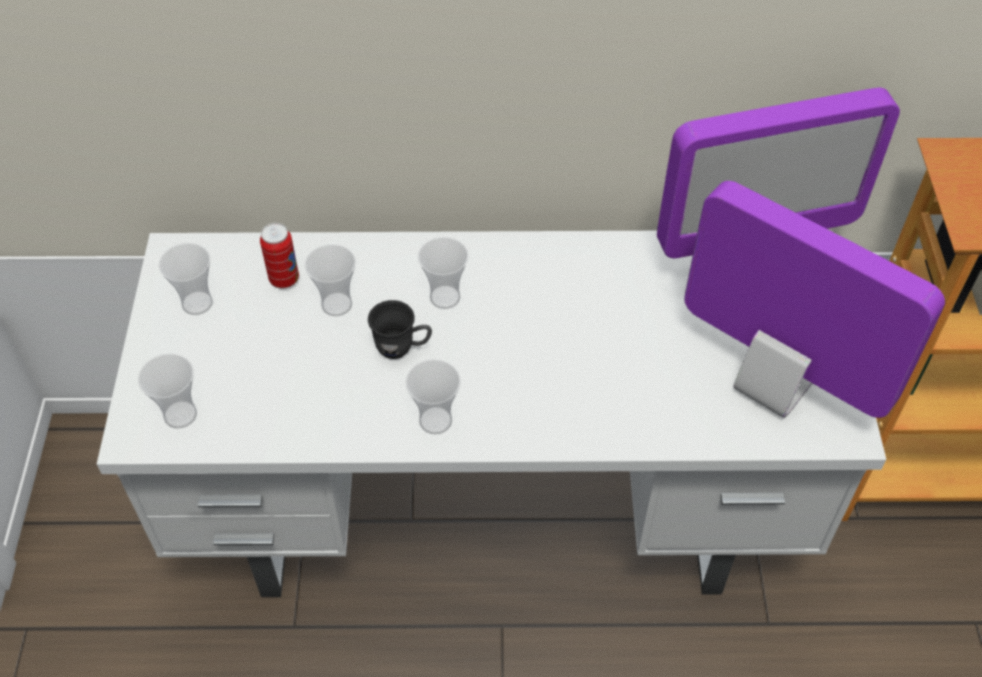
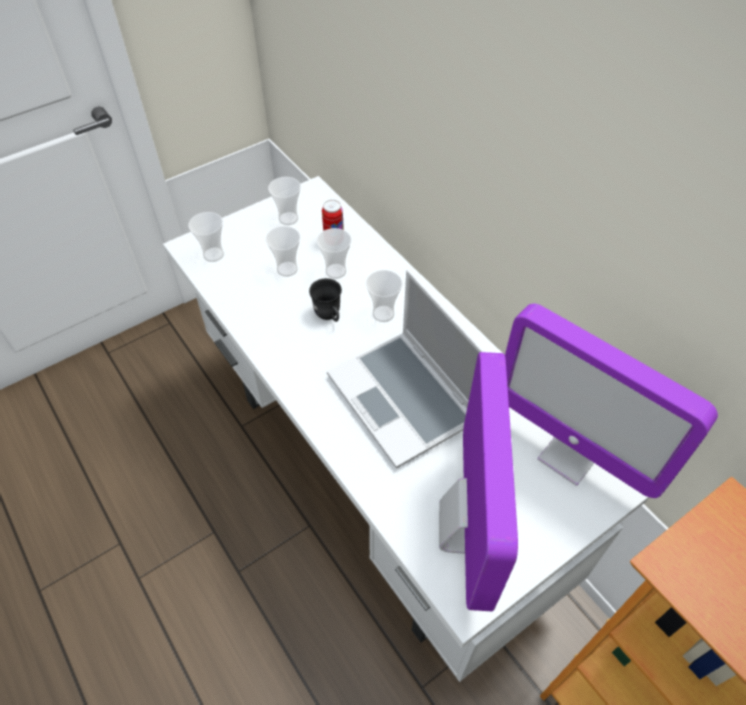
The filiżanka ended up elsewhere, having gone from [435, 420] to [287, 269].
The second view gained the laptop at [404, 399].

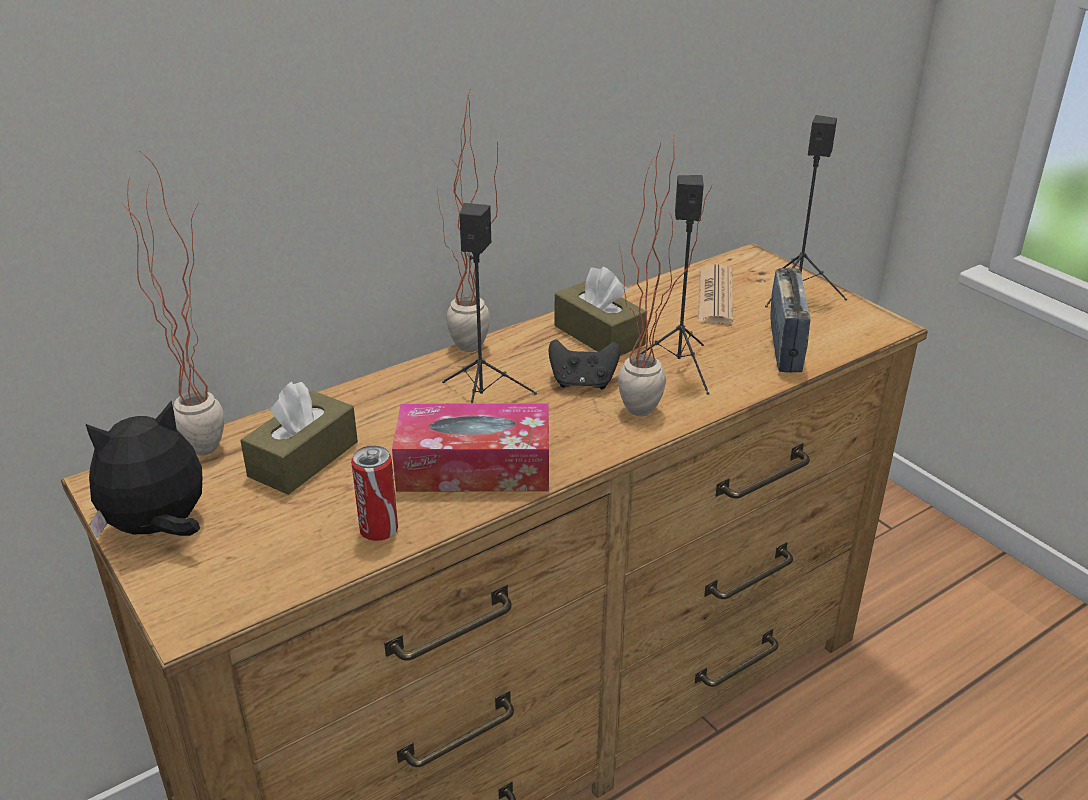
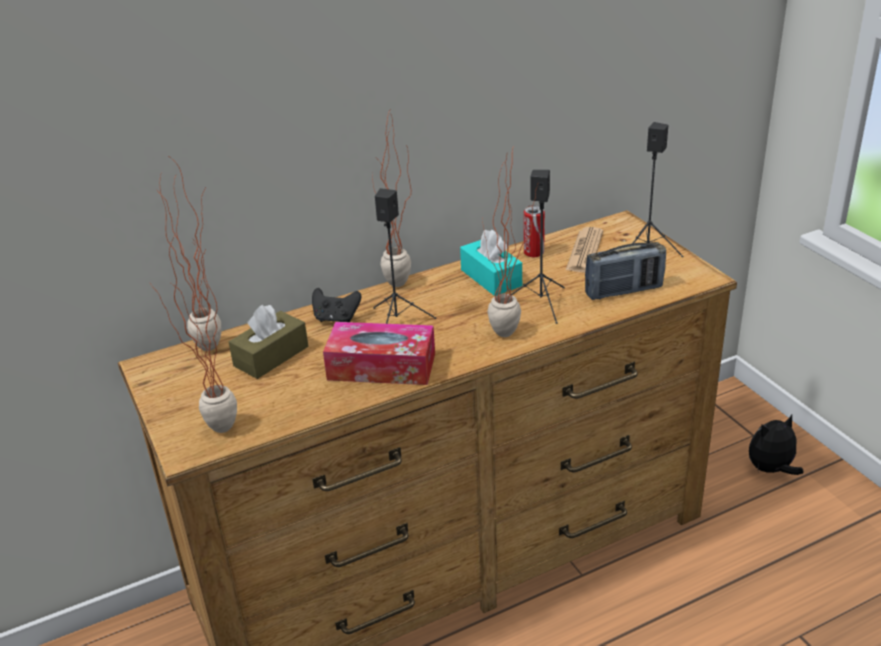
The second view gained the roślina doniczkowa at [215, 435].
The pad do gier/czarny ended up elsewhere, having gone from [583, 383] to [336, 319].
What was the pudełko chusteczek/brązowy at [599, 335] turned into the pudełko chusteczek/turkusowy at [491, 278].
The puszka ended up elsewhere, having gone from [379, 530] to [534, 253].
The radio at [785, 347] ended up facing another way, 60 degrees clockwise from before.
The pluszak ended up elsewhere, having gone from [159, 529] to [771, 470].

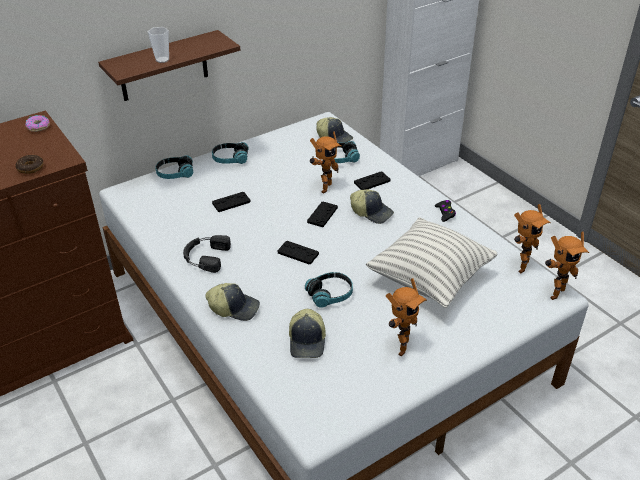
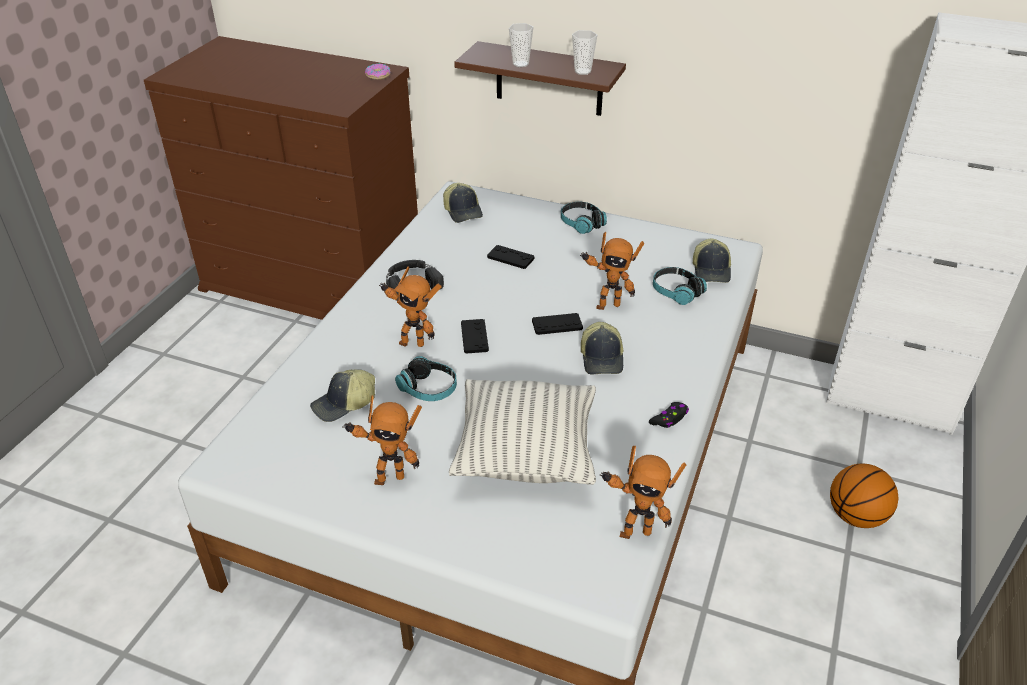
The robot zabawkowy ended up elsewhere, having gone from [554, 292] to [412, 342].
The czapka z daszkiem ended up elsewhere, having gone from [234, 307] to [463, 211].
The second view gained the filiżanka at [582, 71].
The second view gained the piłka do koszykówki at [855, 516].
The second view lost the donut at [30, 168].
The second view lost the słuchawki at [175, 174].
The second view lost the pad do gier/czarny at [372, 182].

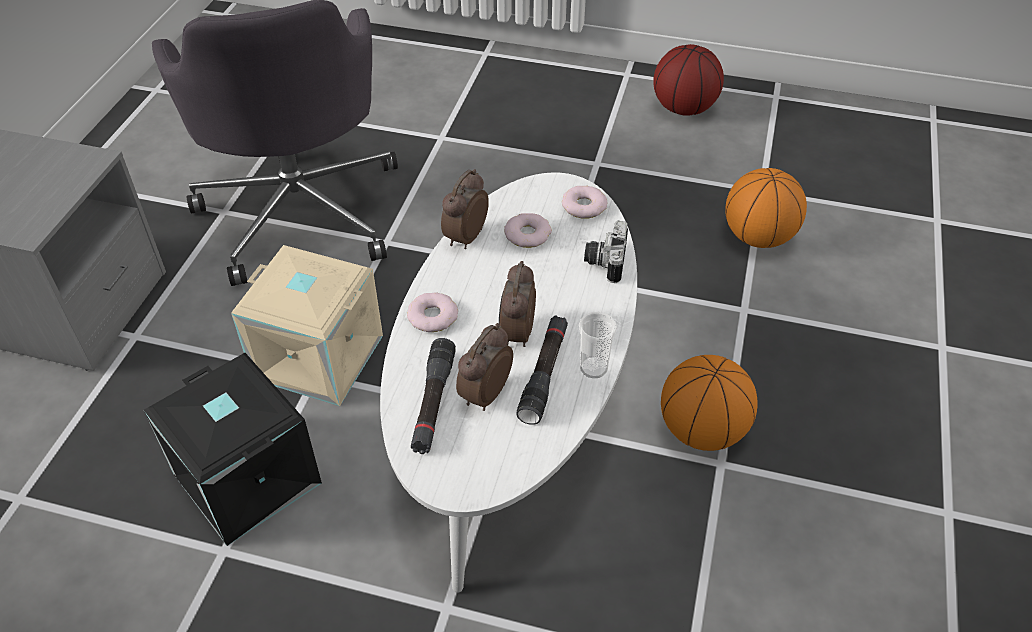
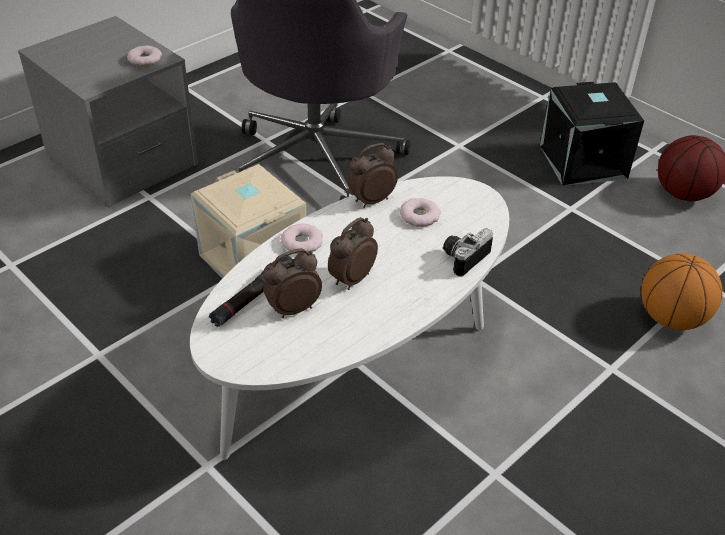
The donut ended up elsewhere, having gone from [583, 206] to [145, 59].
The pojemnik do przechowywania/czarny ended up elsewhere, having gone from [244, 479] to [581, 162].
The second view lost the latarka/czarny at [544, 374].
The second view lost the filiżanka at [593, 368].
The second view lost the piłka do koszykówki at [701, 431].

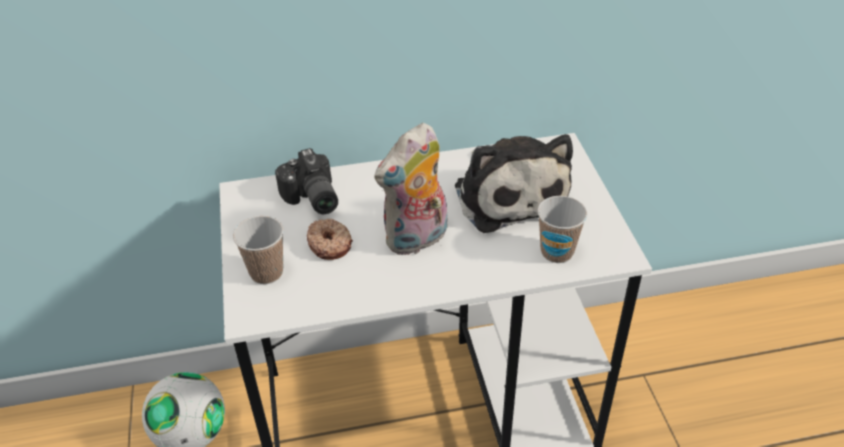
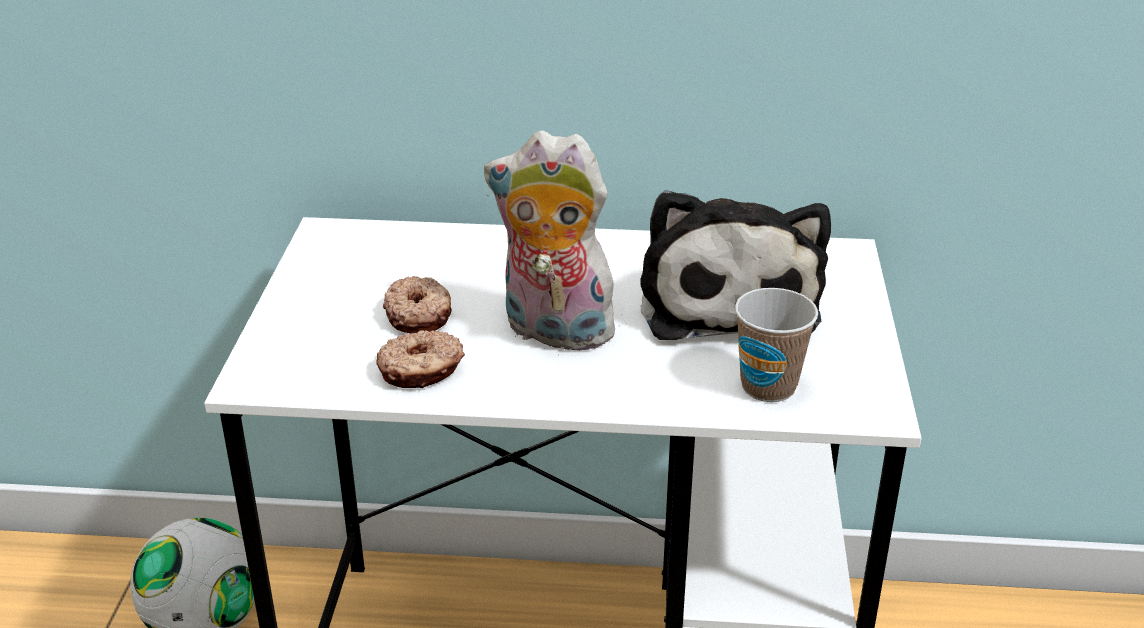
The second view gained the donut at [421, 371].
The pluszak at [417, 240] ended up facing another way, 45 degrees clockwise from before.
The second view lost the filiżanka at [266, 272].
The second view lost the aparat fotograficzny at [311, 199].

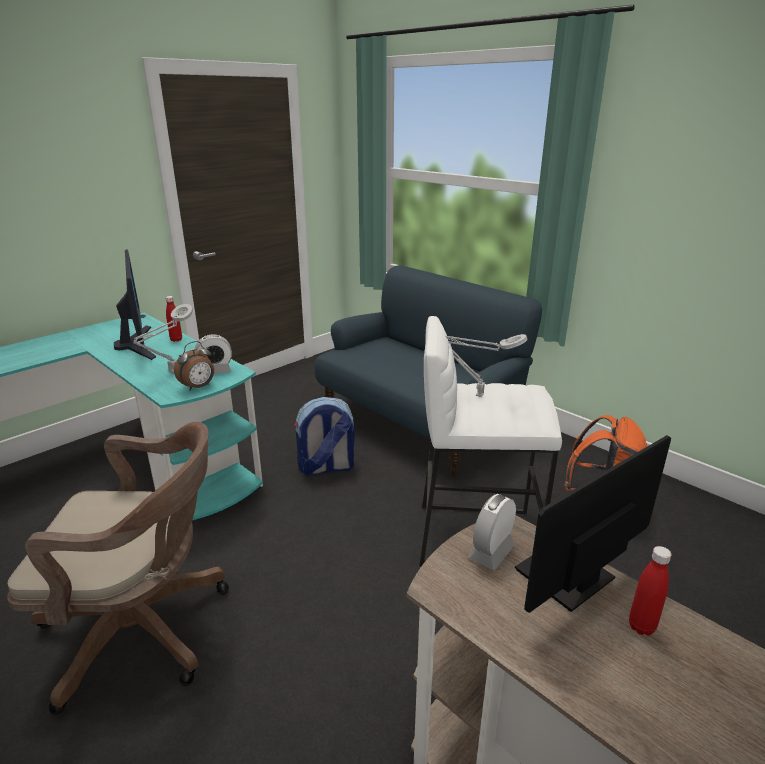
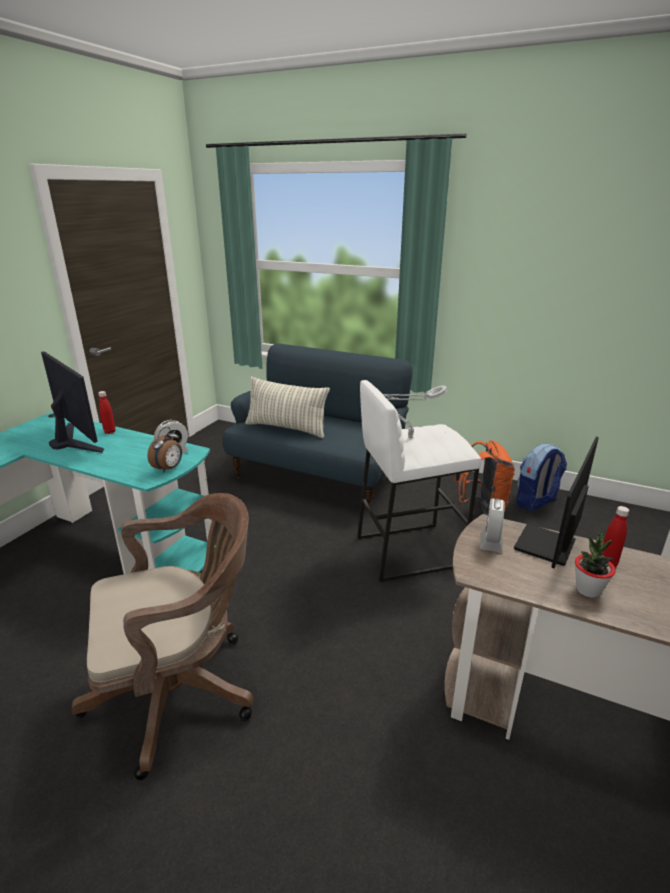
The second view gained the poduszka at [286, 428].
The plecak ended up elsewhere, having gone from [326, 468] to [536, 502].
The second view gained the roślina doniczkowa at [588, 590].
The second view lost the lampa stołowa/szary at [172, 373].

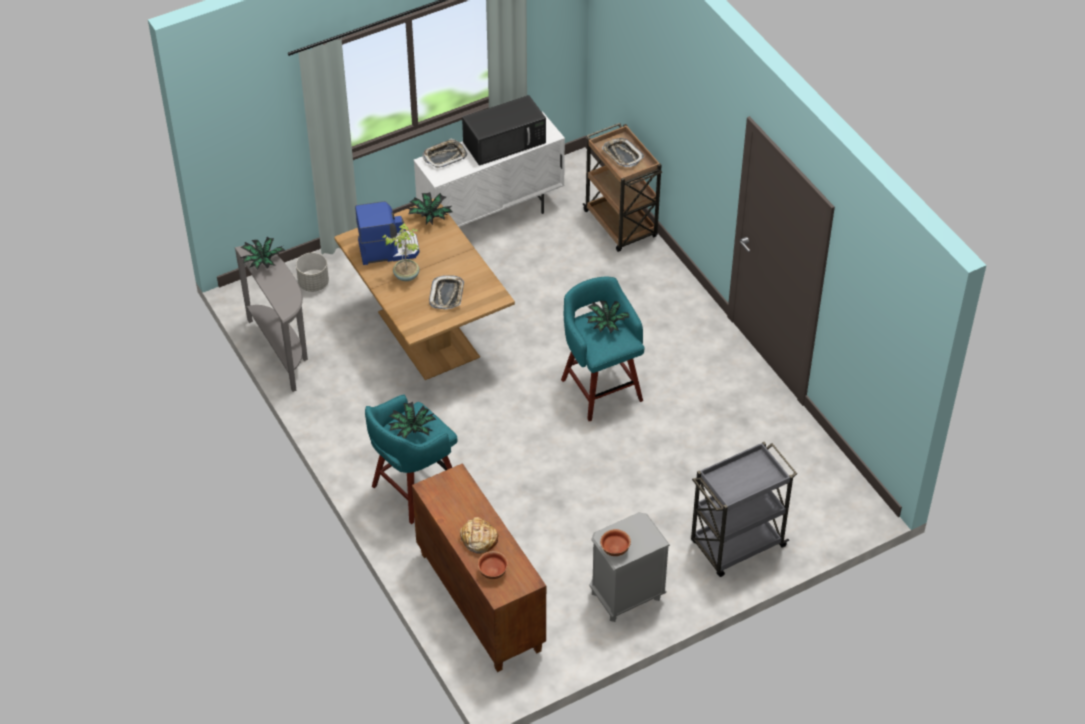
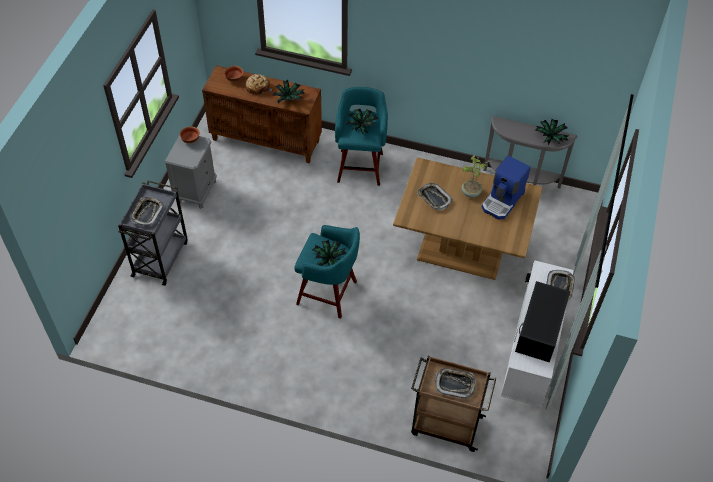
The second view gained the taca at [147, 213].
The roślina doniczkowa ended up elsewhere, having gone from [429, 216] to [288, 99].
The second view lost the donica/szary at [314, 283].

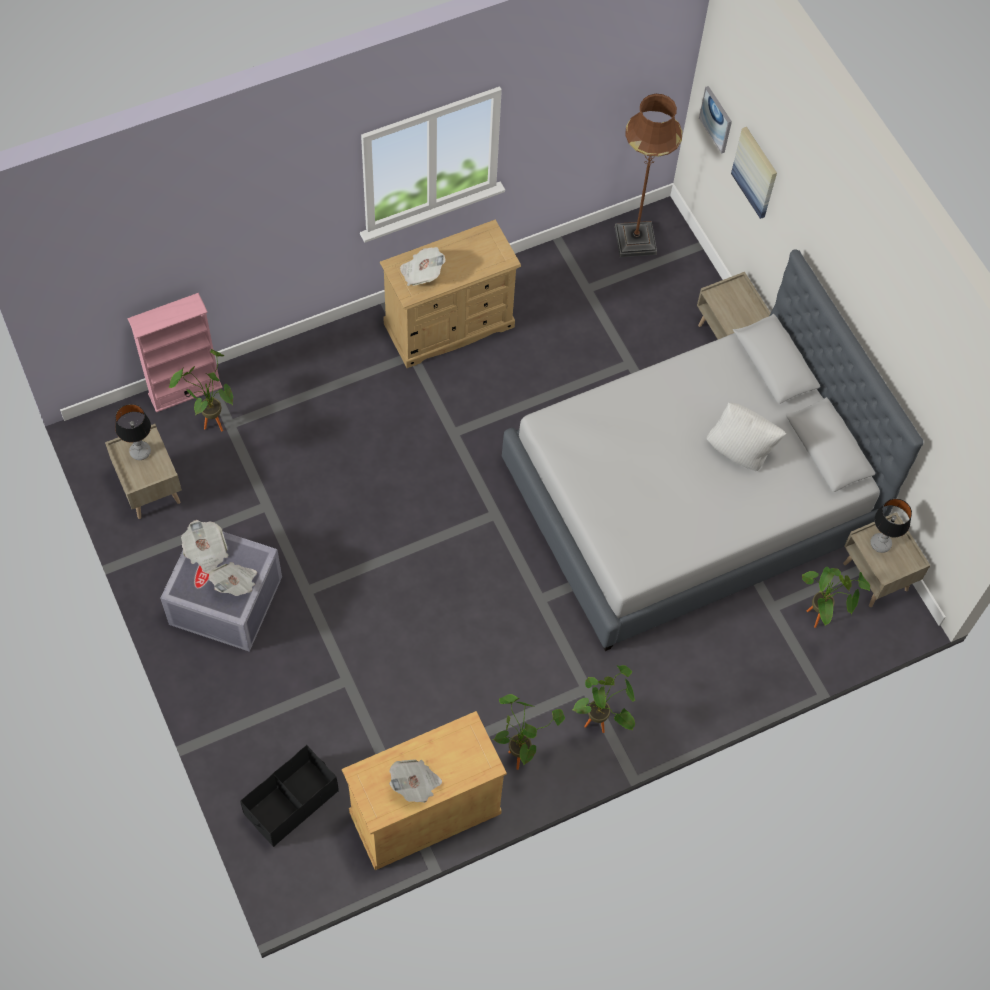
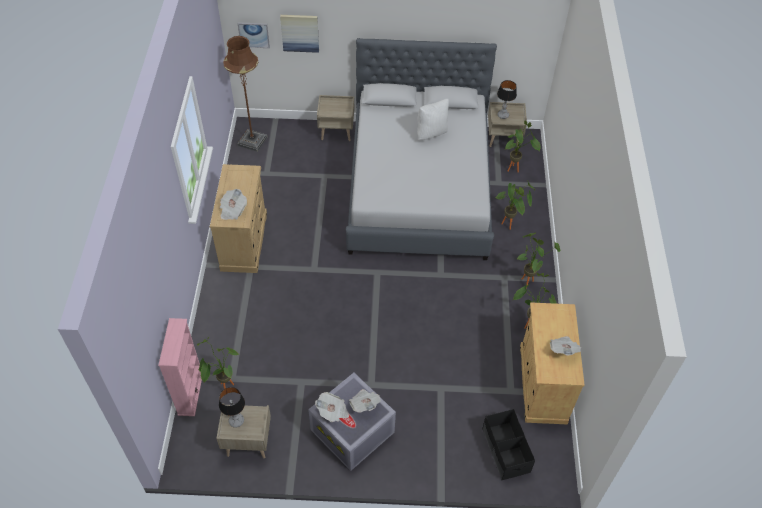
The second view gained the roślina doniczkowa at [510, 226].

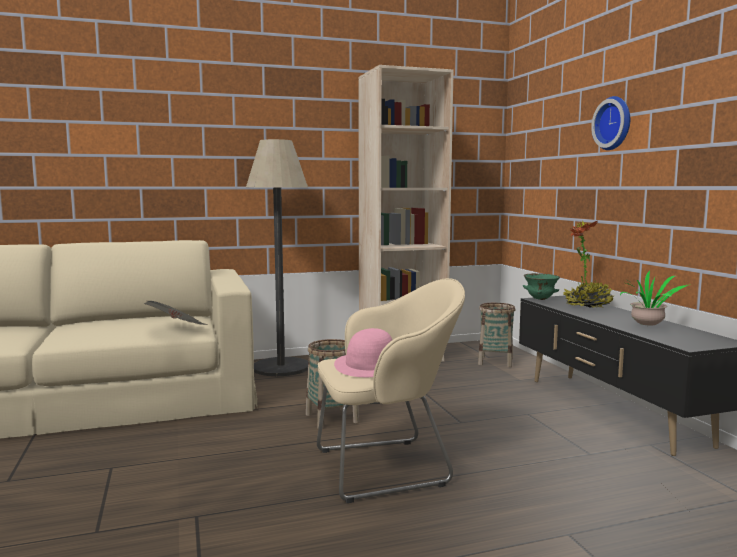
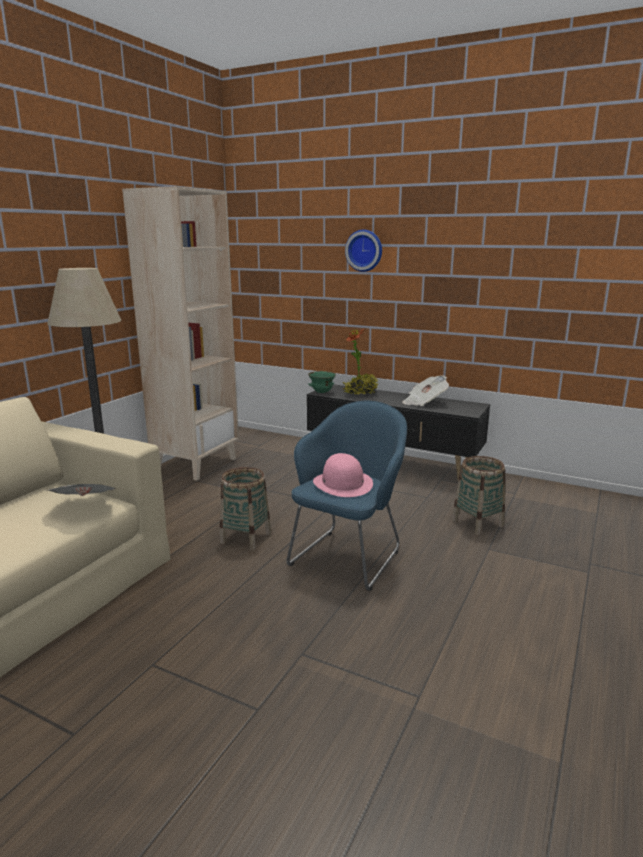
What was the fotel/beżowy at [388, 467] turned into the fotel/niebieski at [349, 555].
Where the roślina doniczkowa stood at [648, 326], the gazeta came to stand at [424, 402].
The koszyk ended up elsewhere, having gone from [495, 361] to [477, 523].

